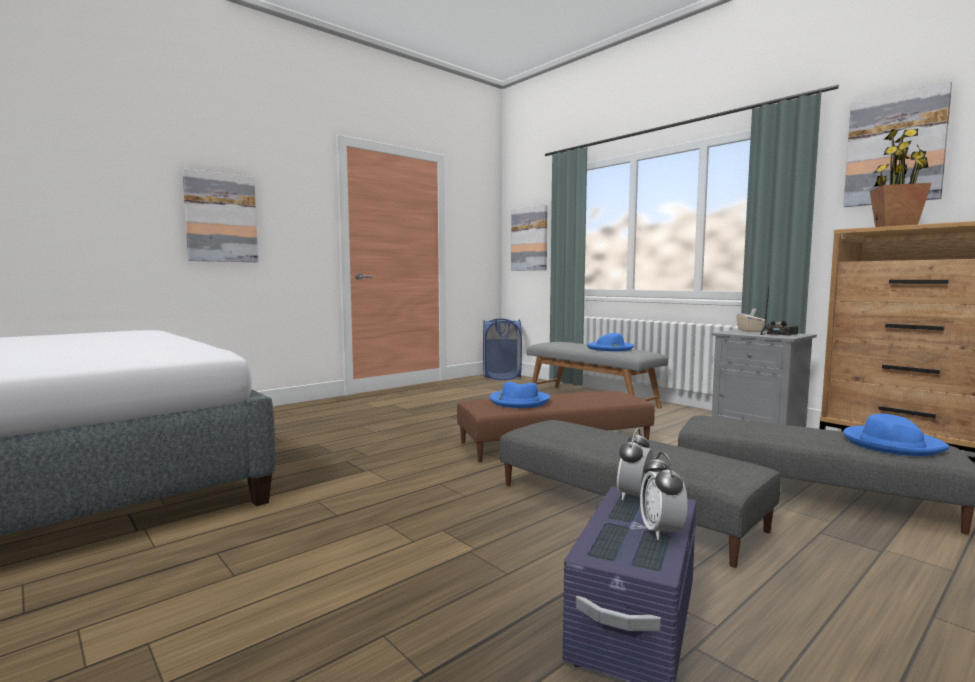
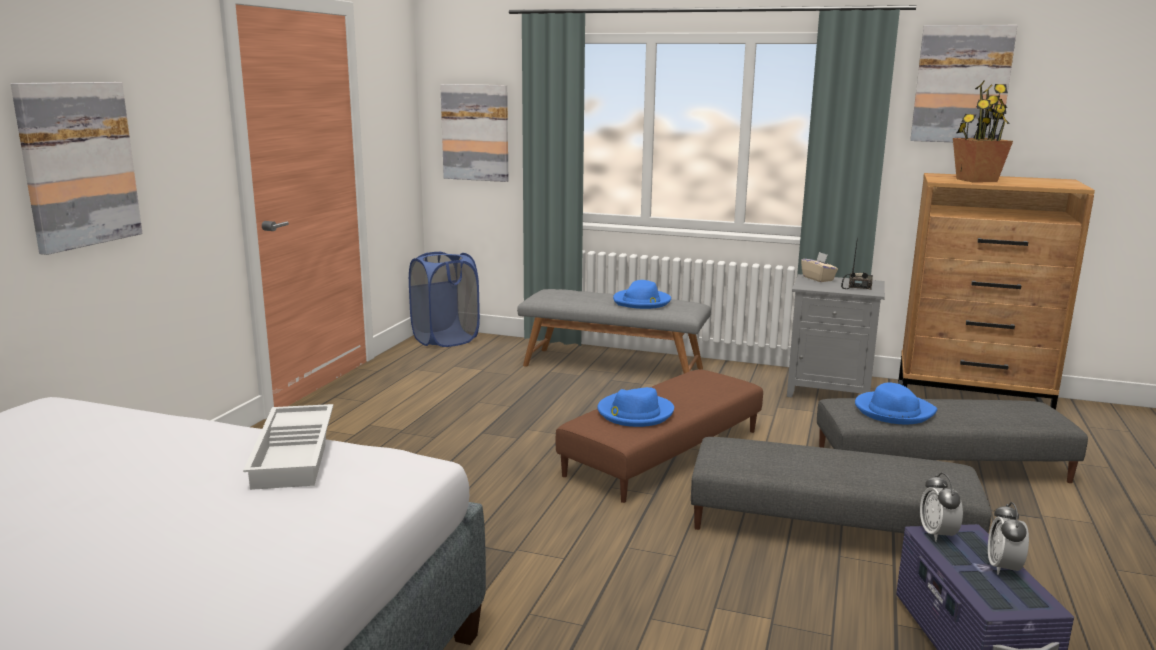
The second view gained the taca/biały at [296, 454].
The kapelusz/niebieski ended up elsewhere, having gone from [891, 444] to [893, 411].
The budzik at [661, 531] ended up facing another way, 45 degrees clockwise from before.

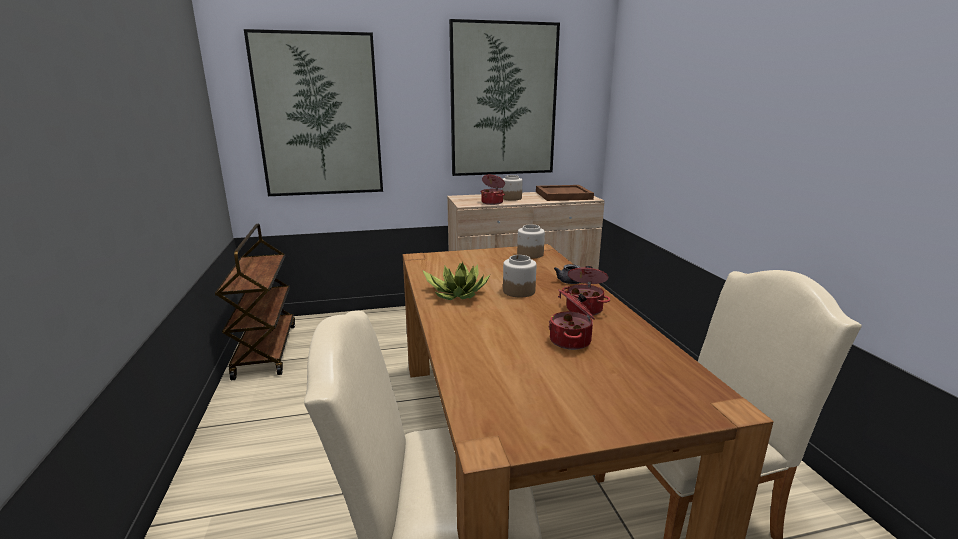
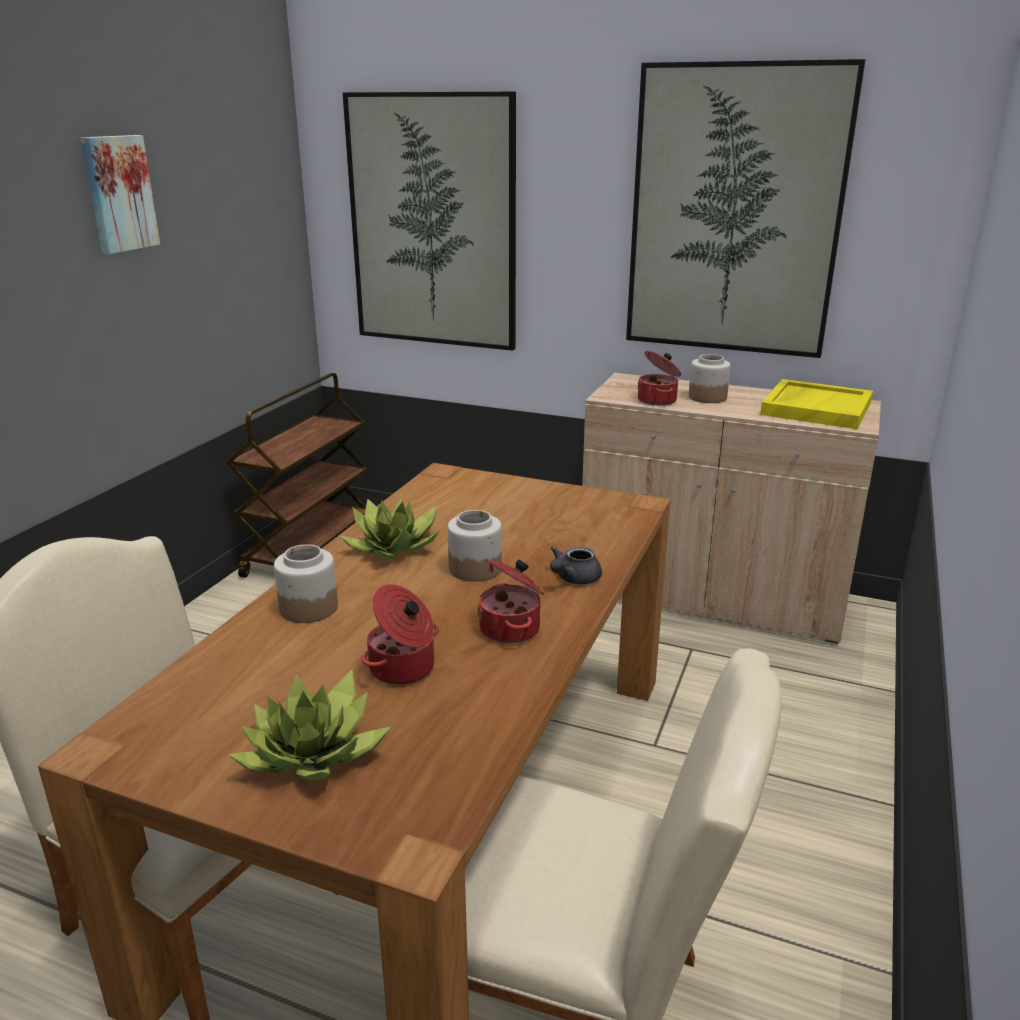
The second view gained the obraz at [118, 193].
The second view gained the roślina doniczkowa at [314, 753].
The słoik ended up elsewhere, having gone from [530, 254] to [308, 608].
What was the taca/brązowy at [562, 195] turned into the taca/żółty at [815, 408].

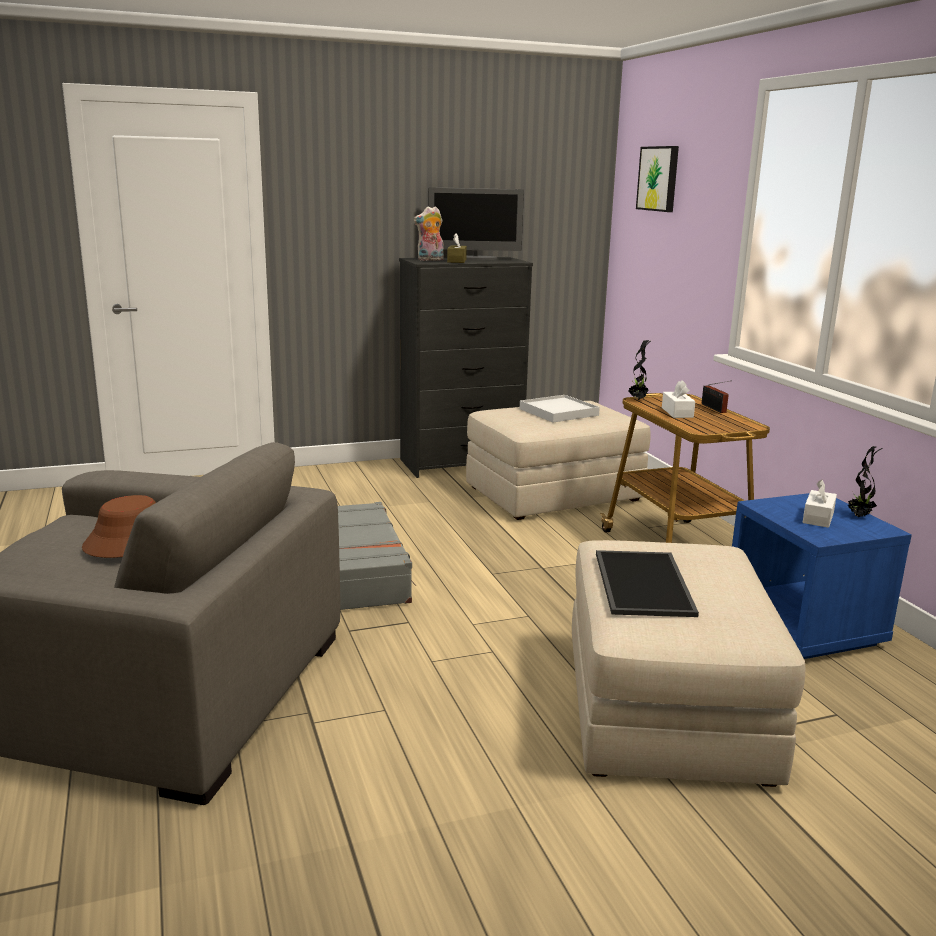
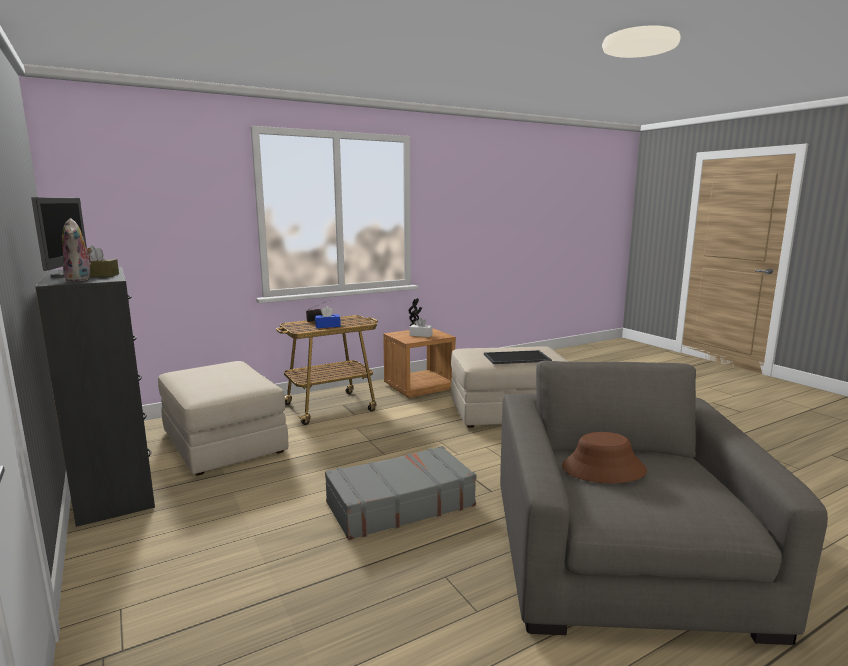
What was the pudełko chusteczek/biały at [677, 412] turned into the pudełko chusteczek/niebieski at [327, 326].
What was the szafka nocna/niebieski at [804, 628] turned into the szafka nocna/brązowy at [419, 387].
The second view lost the taca/biały at [558, 412].
The second view lost the roślina doniczkowa at [638, 399].
The second view lost the obraz at [659, 178].

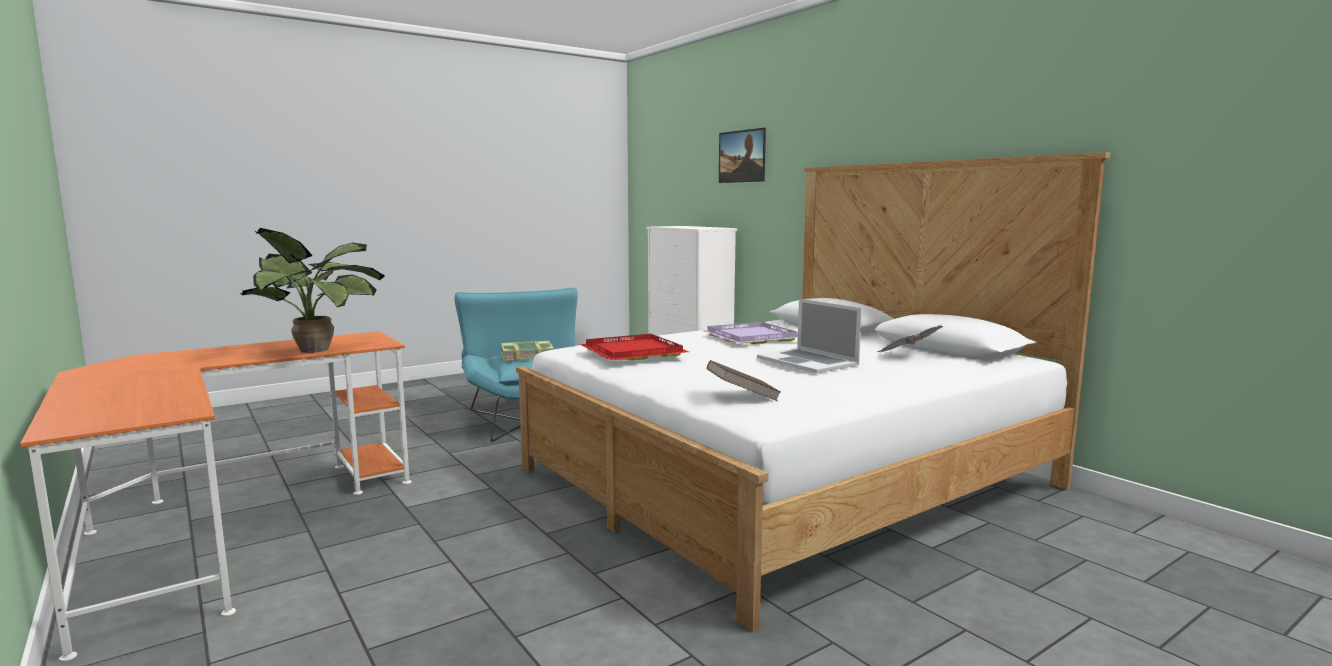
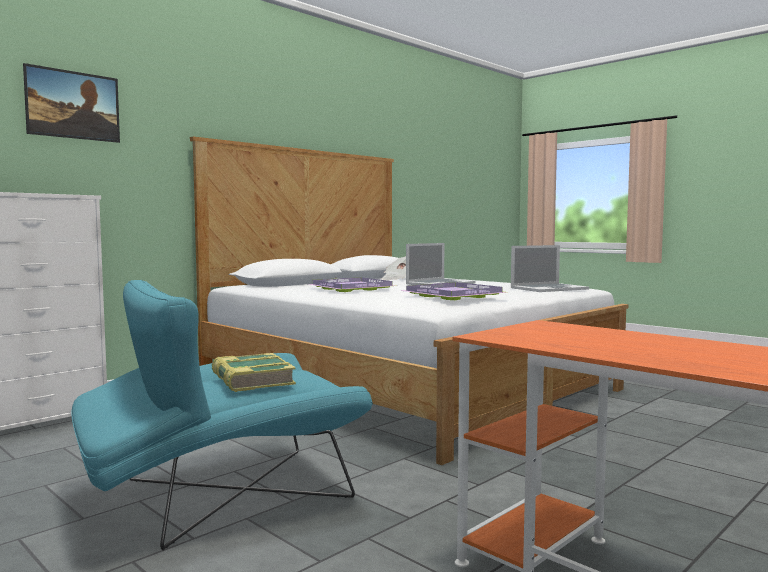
What was the taca/czerwony at [631, 351] turned into the taca/fioletowy at [453, 295].
Where the książka/brązowy stood at [742, 397], the laptop came to stand at [548, 288].
The second view lost the roślina doniczkowa at [320, 350].

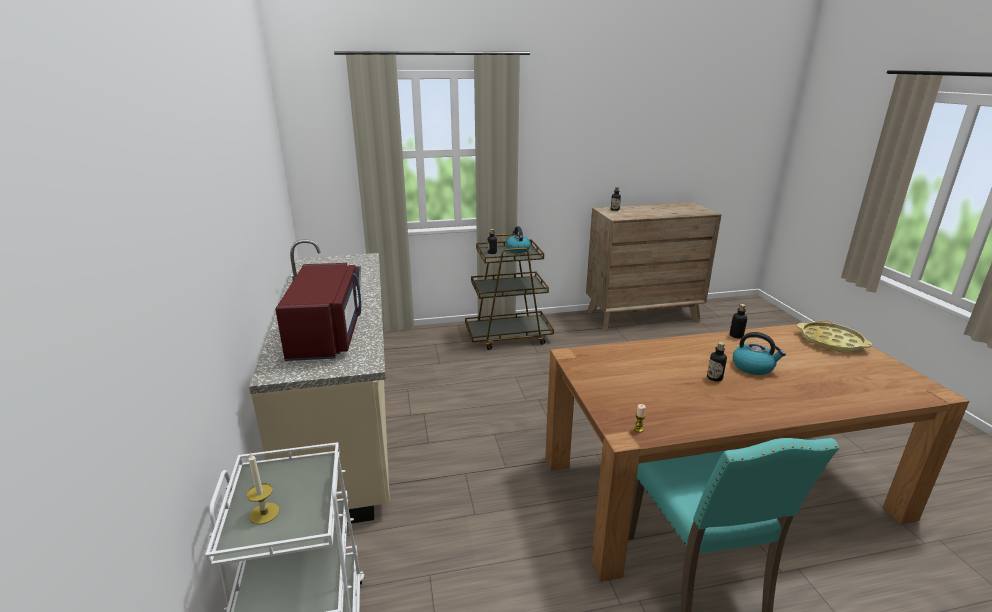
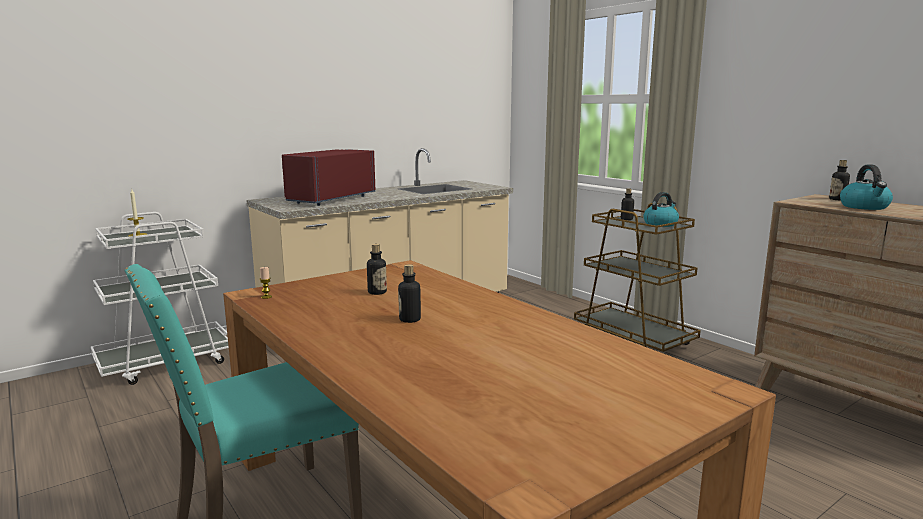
The mikrofalówka/czerwony at [327, 335] ended up facing another way, 150 degrees clockwise from before.
The butelka ended up elsewhere, having gone from [736, 336] to [377, 292].
The czajnik ended up elsewhere, having gone from [753, 367] to [864, 207].
The second view lost the taca/żółty at [831, 341].

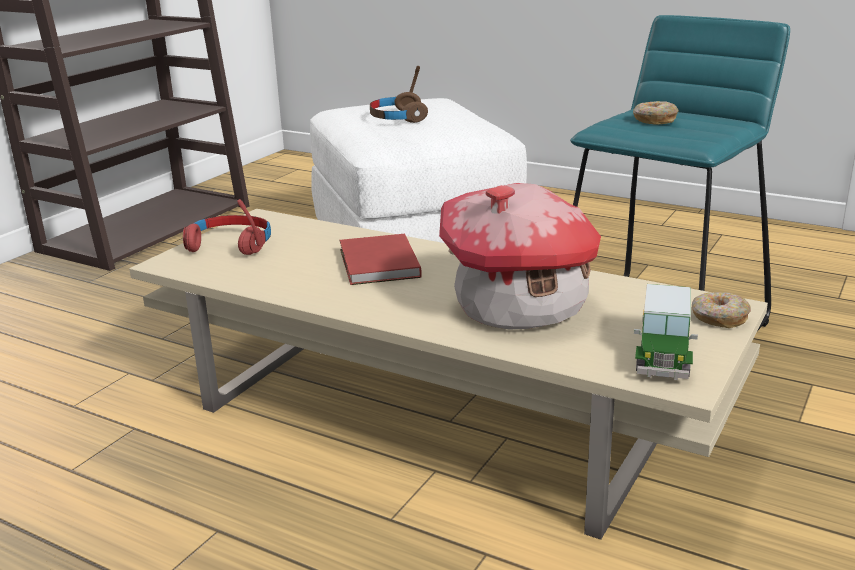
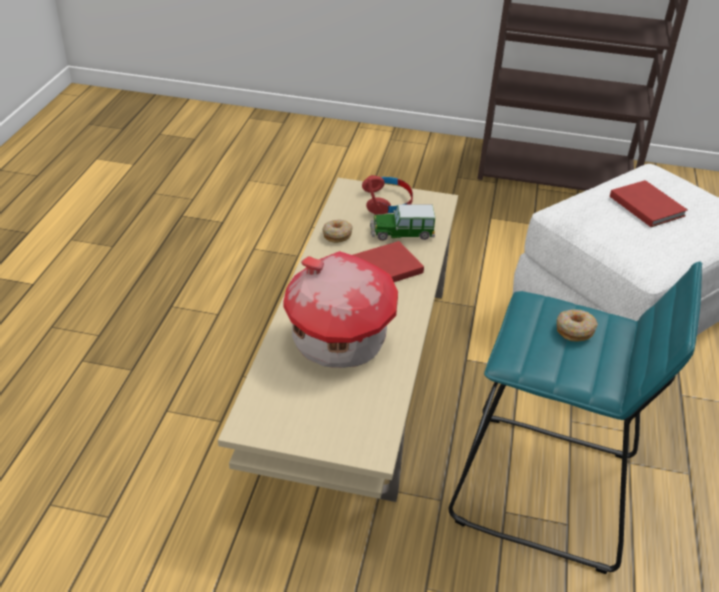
The donut ended up elsewhere, having gone from [718, 318] to [337, 235].
The samochodzik ended up elsewhere, having gone from [663, 354] to [401, 233].
Where the słuchawki/brązowy stood at [398, 118], the książka/czerwony came to stand at [646, 205].

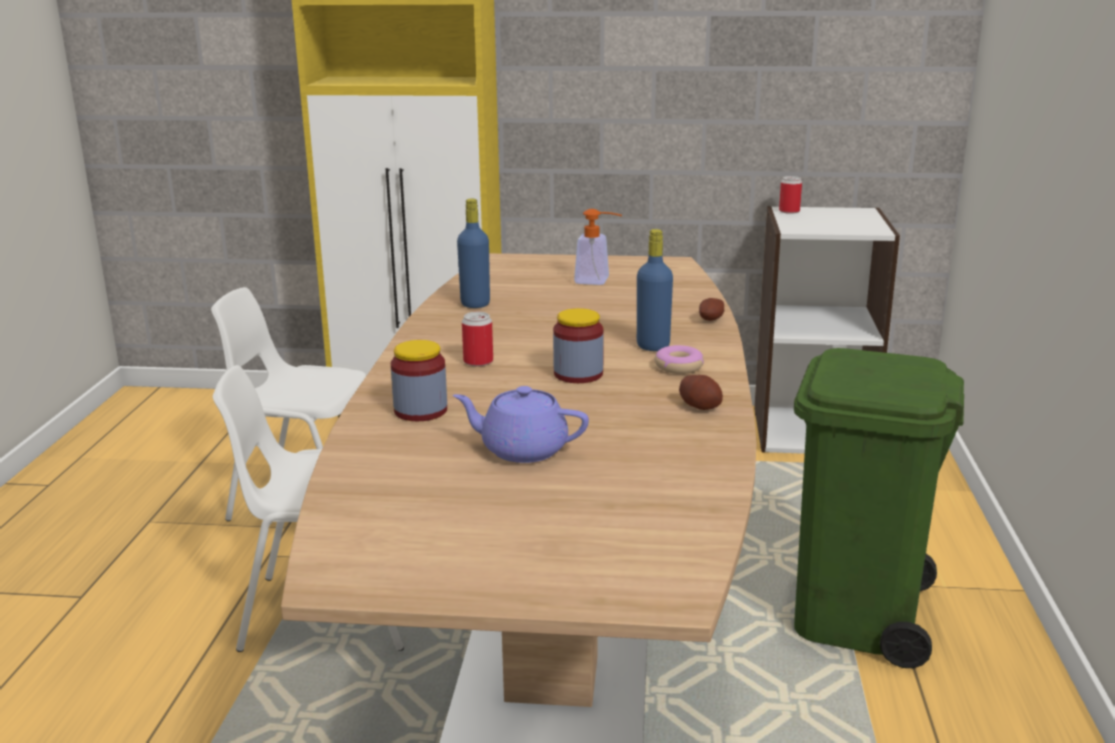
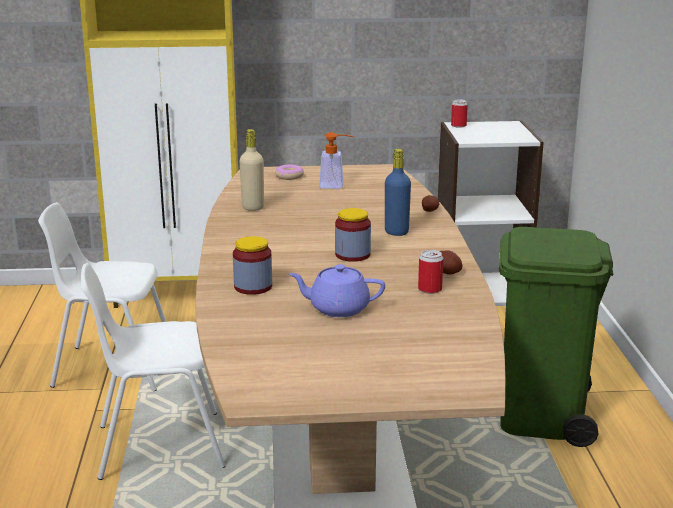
What was the butelka/niebieski at [475, 304] turned into the butelka/beżowy at [253, 207].
The donut ended up elsewhere, having gone from [679, 367] to [289, 176].
The puszka ended up elsewhere, having gone from [478, 362] to [430, 289].

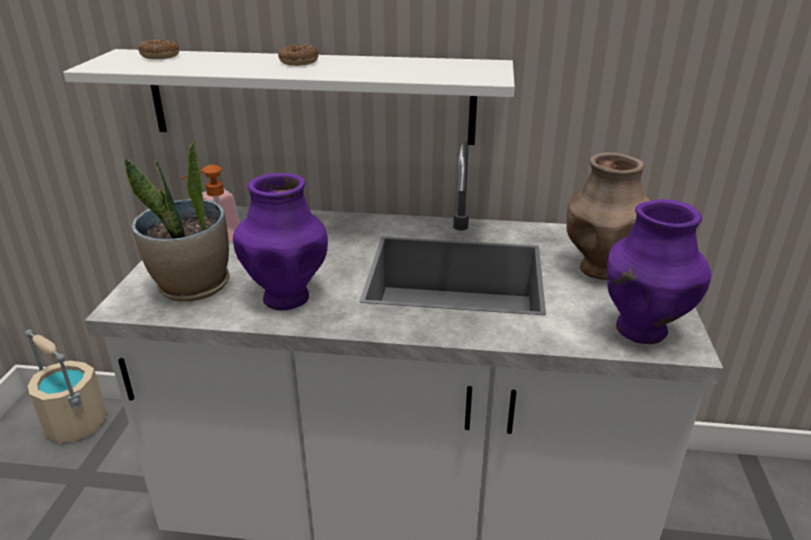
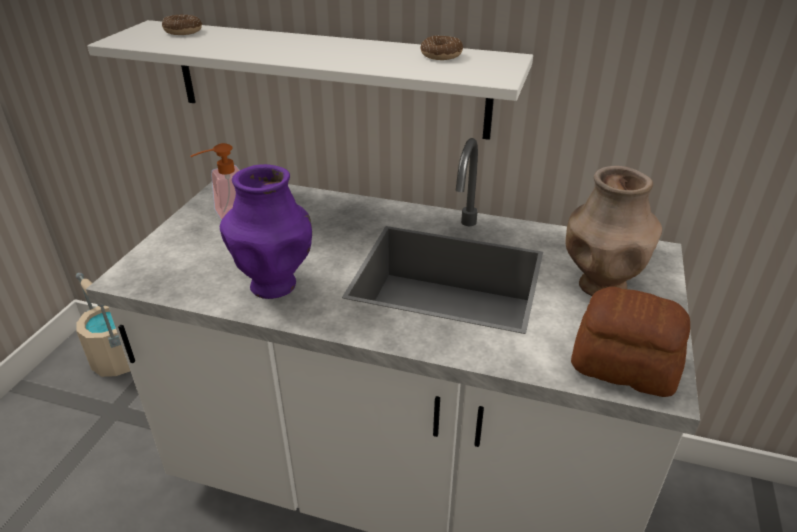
The donut ended up elsewhere, having gone from [299, 62] to [441, 55].
Where the wazon/fioletowy stood at [641, 330], the chleb came to stand at [622, 364].
The second view lost the roślina doniczkowa at [193, 286].

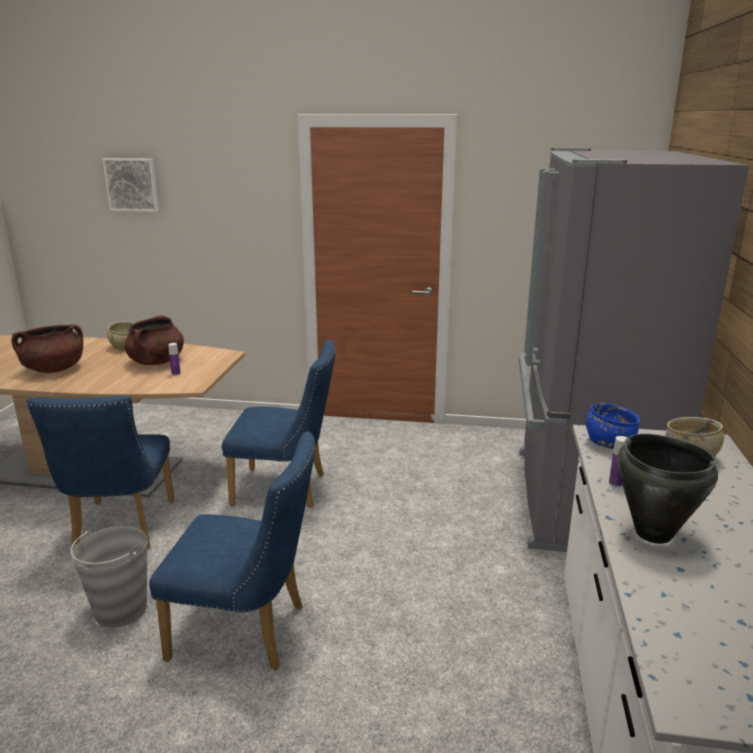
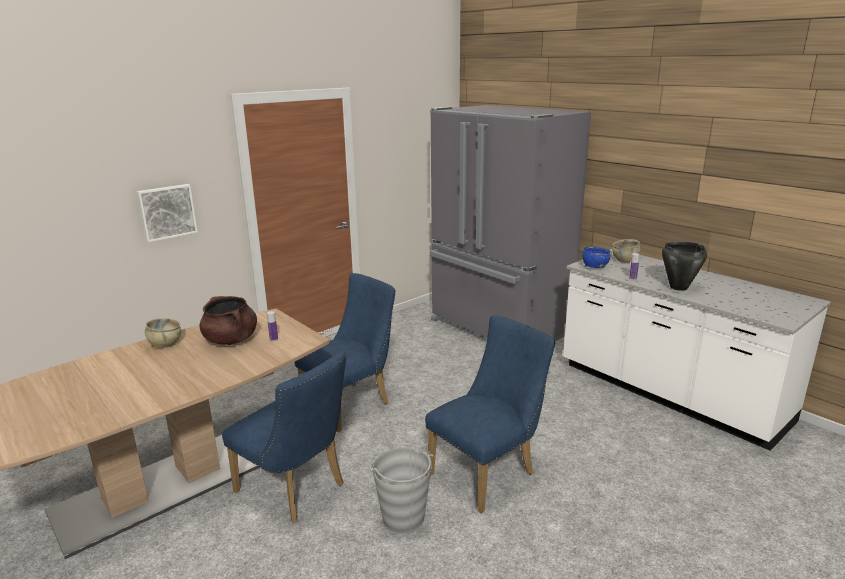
The obraz ended up elsewhere, having gone from [132, 184] to [167, 212].
The second view lost the garnek/brązowy at [54, 369].

